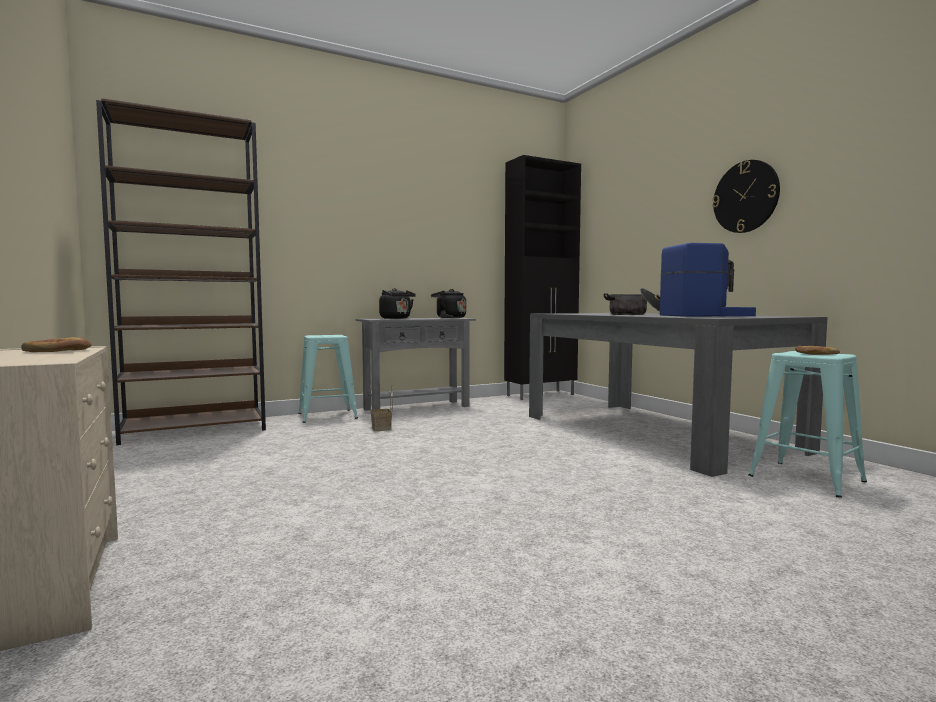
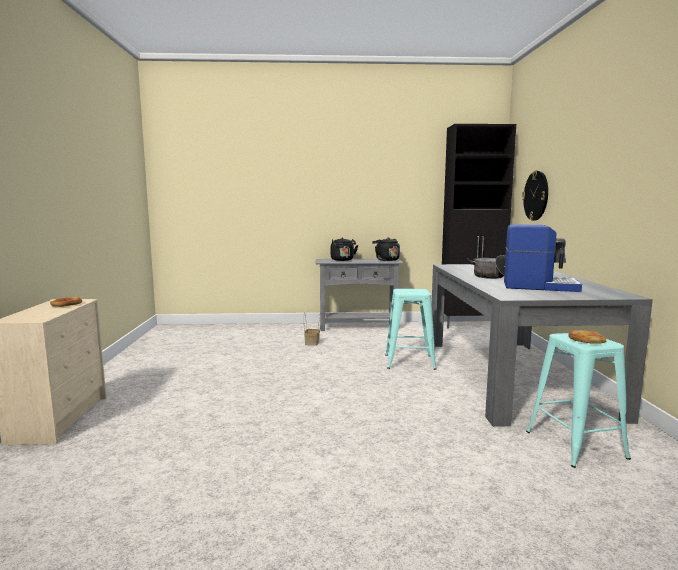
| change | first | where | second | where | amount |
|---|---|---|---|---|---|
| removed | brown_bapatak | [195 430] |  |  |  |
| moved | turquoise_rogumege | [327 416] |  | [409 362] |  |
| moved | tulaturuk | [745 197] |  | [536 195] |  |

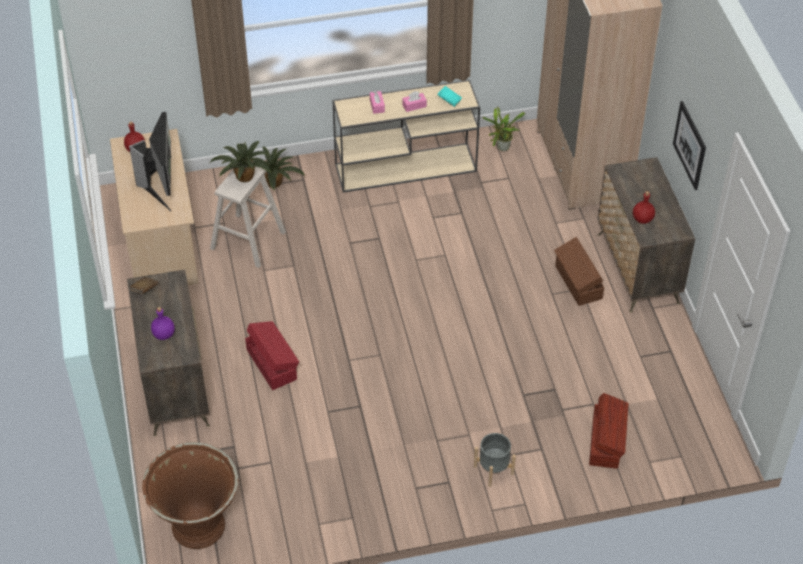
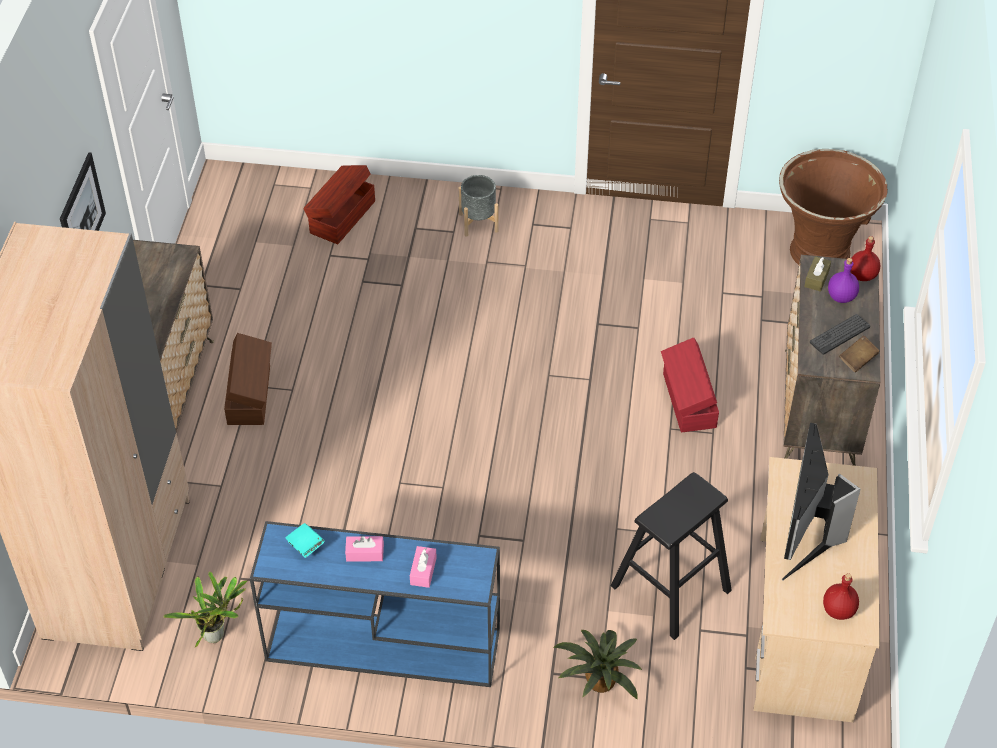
| change | first | where | second | where | amount |
|---|---|---|---|---|---|
| removed | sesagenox | [243 177] |  |  |  |
| added |  |  | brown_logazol | [816 278] |  |
| added |  |  | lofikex | [839 334] |  |
| moved | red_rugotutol | [643 219] |  | [862 275] |  |
| recoloured | beige_rogumege | [248 240] | black_rogumege | [671 588] |  |
| recoloured | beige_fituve | [407 167] | blue_fituve | [381 645] |  |

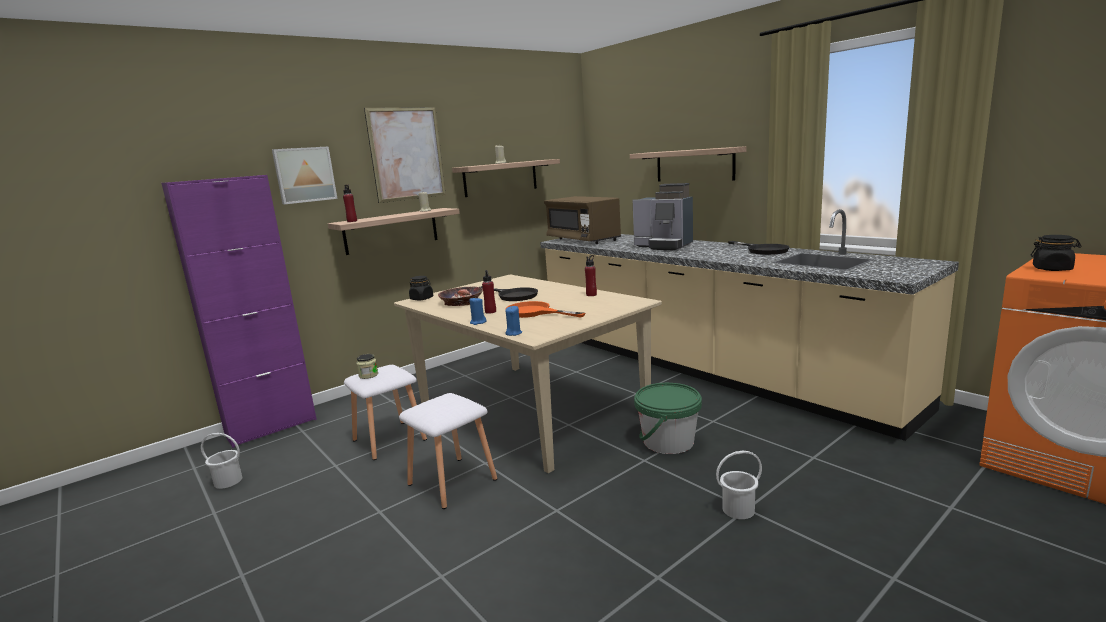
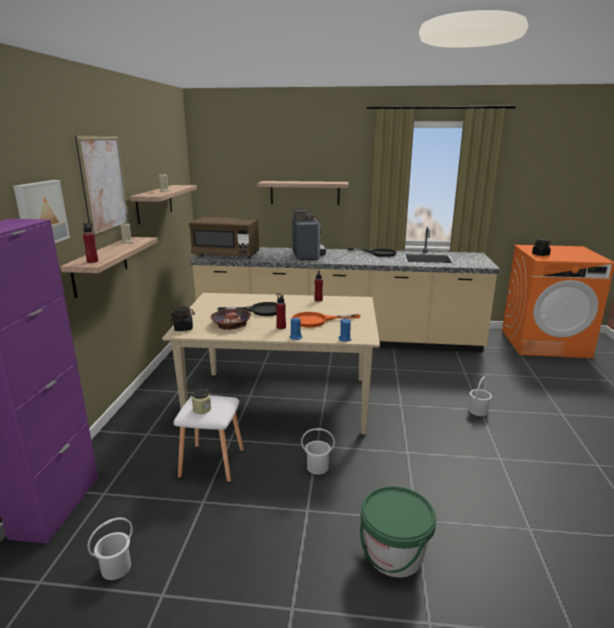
| change | first | where | second | where | amount |
|---|---|---|---|---|---|
| moved | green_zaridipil | [668 441] |  | [394 554] |  |
| replaced | white_rogumege | [451 481] | white_zaridipil | [317 467] |  |
| turned | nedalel | [664 246] |  | [308 255] | 90 degrees counterclockwise |

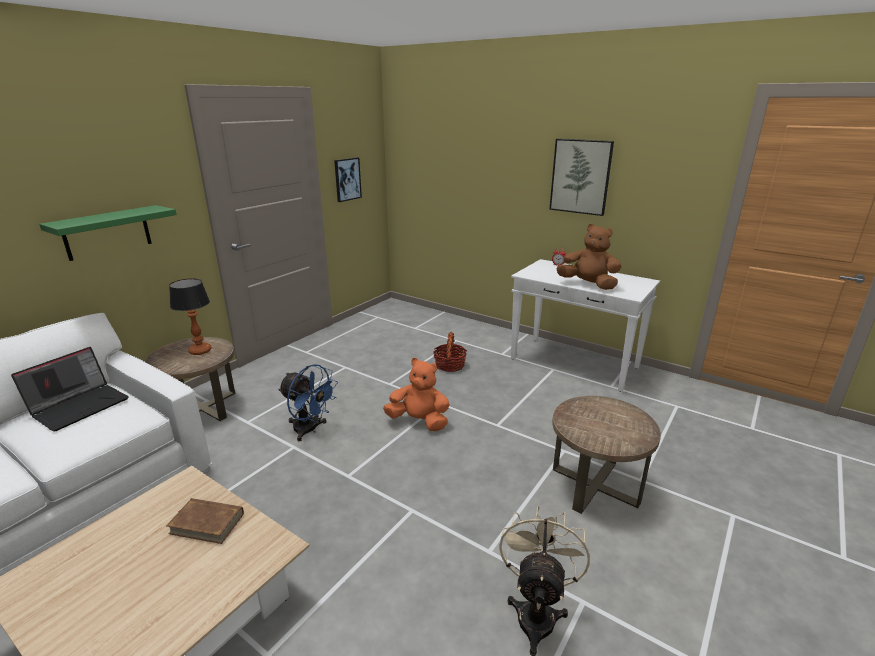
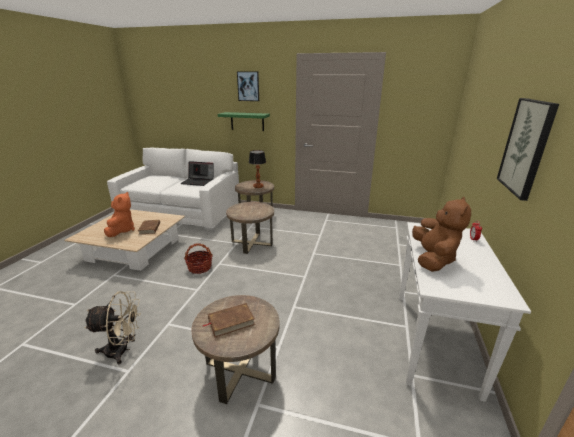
| change | first | where | second | where | amount |
|---|---|---|---|---|---|
| added |  |  | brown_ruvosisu | [231 321] |  |
| moved | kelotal | [347 179] |  | [248 86] |  |
| moved | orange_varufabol | [419 421] |  | [122 230] |  |
| moved | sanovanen | [450 365] |  | [199 267] |  |
| replaced | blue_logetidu | [310 430] | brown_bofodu | [252 243] |  |

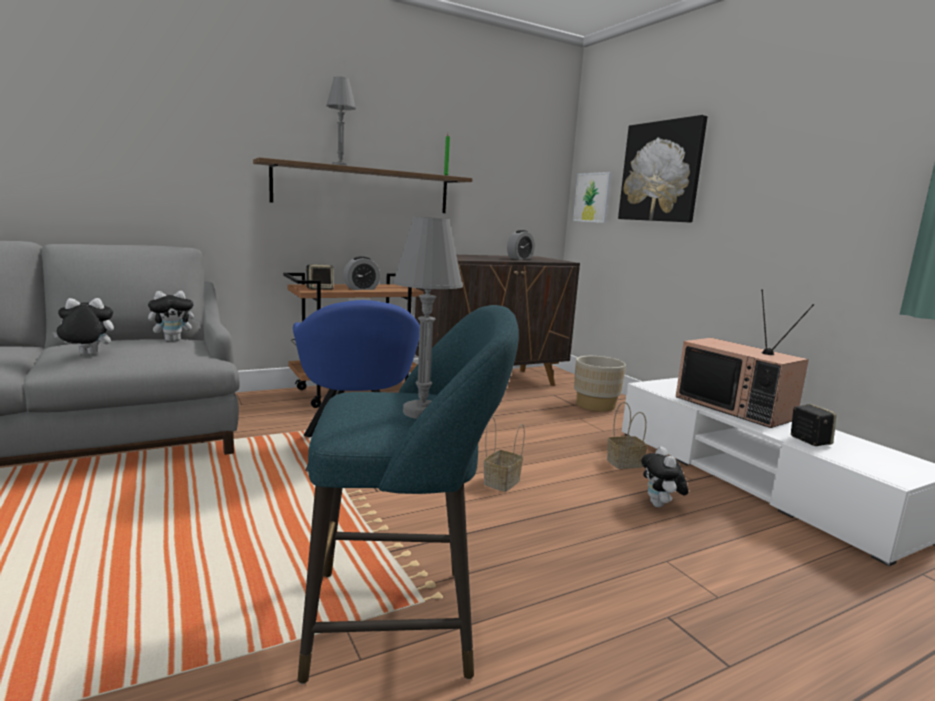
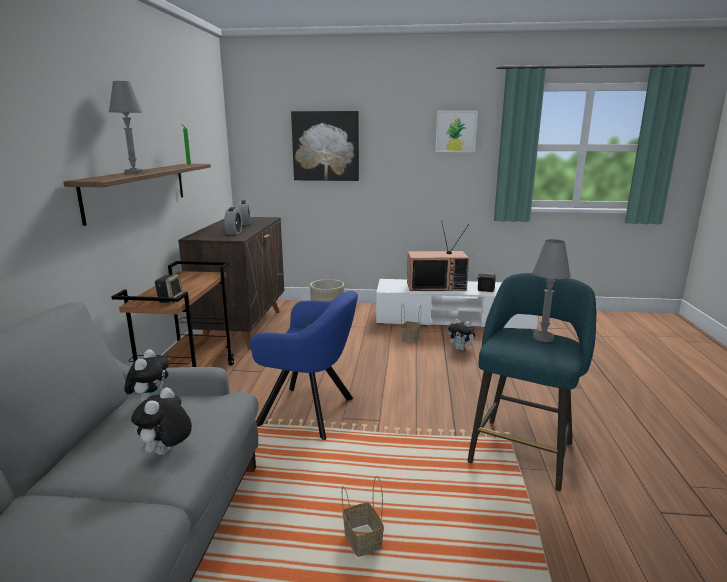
| change | first | where | second | where | amount |
|---|---|---|---|---|---|
| moved | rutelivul | [361 288] |  | [234 232] |  |
| moved | sanovanen | [501 481] |  | [361 539] |  |
| moved | kelotal | [592 197] |  | [455 131] |  |

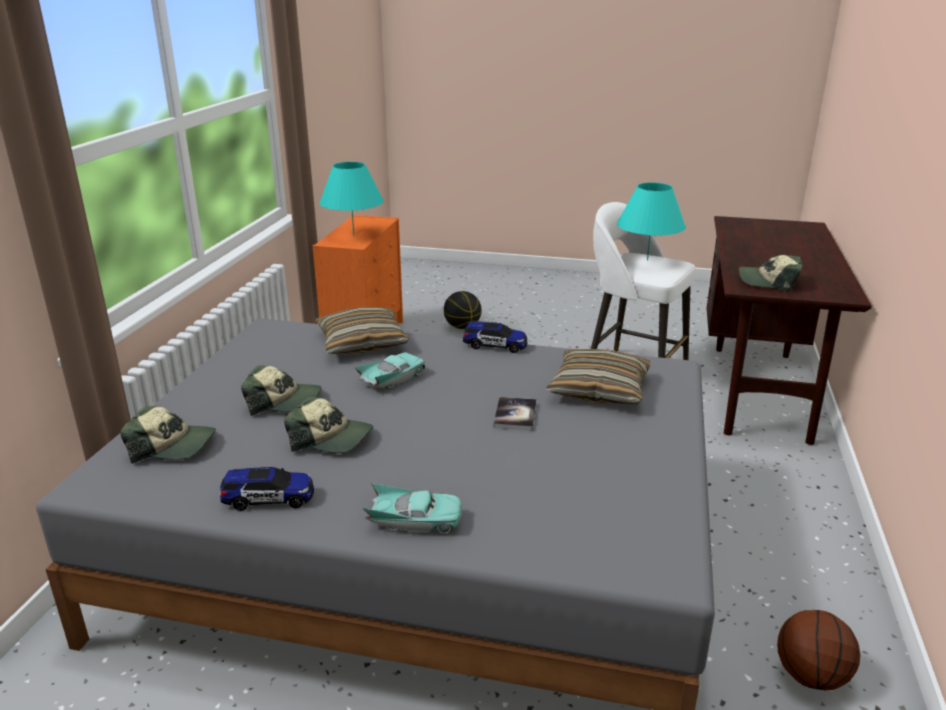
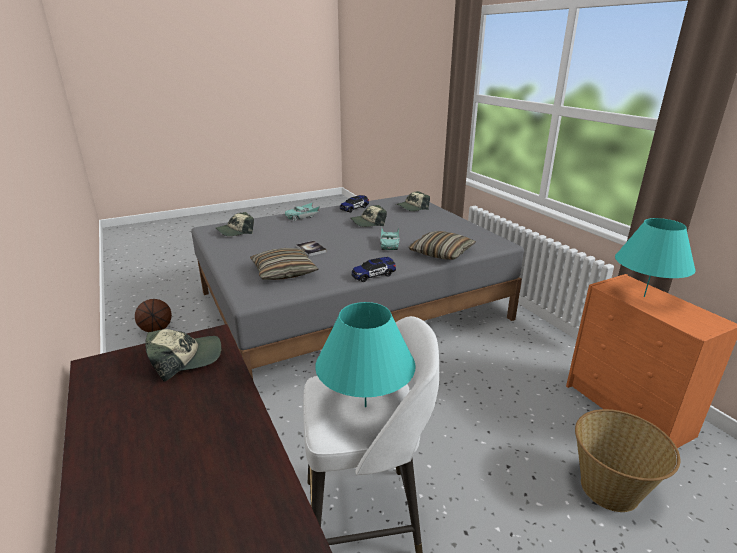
| change | first | where | second | where | amount |
|---|---|---|---|---|---|
| moved | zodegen | [283 401] |  | [236 231] |  |
| replaced | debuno | [462 327] | sanovanen | [610 488] |  |

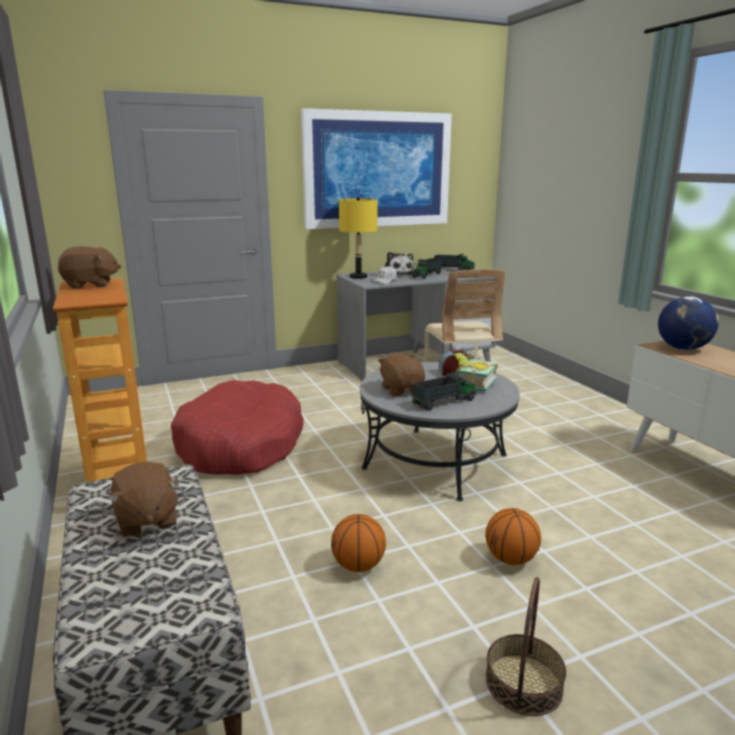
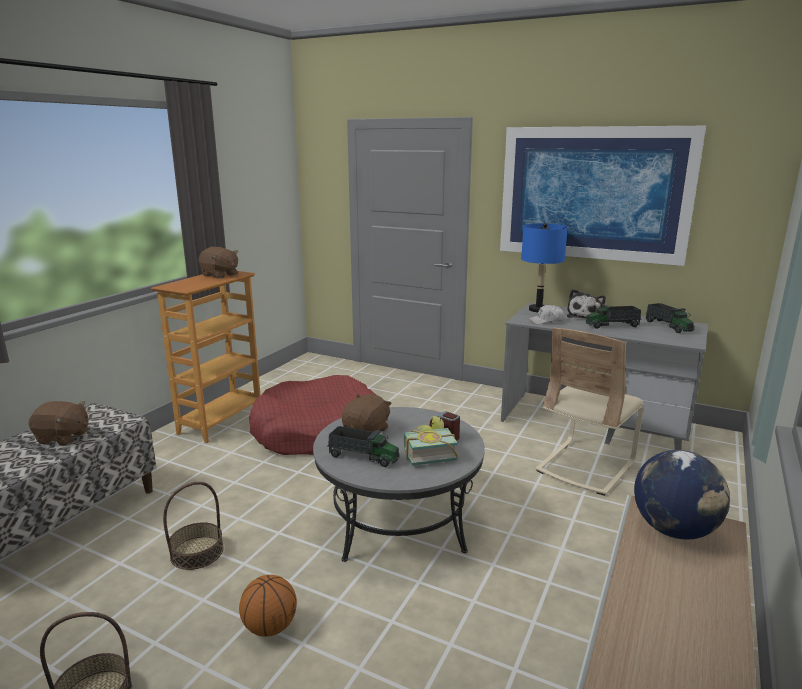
| change | first | where | second | where | amount |
|---|---|---|---|---|---|
| replaced | debuno | [358 565] | sanovanen | [197 552] |  |
| recoloured | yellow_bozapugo | [358 277] | blue_bozapugo | [538 310] |  |
| turned | brown_varufabol | [146 520] |  | [63 438] | 105 degrees counterclockwise |

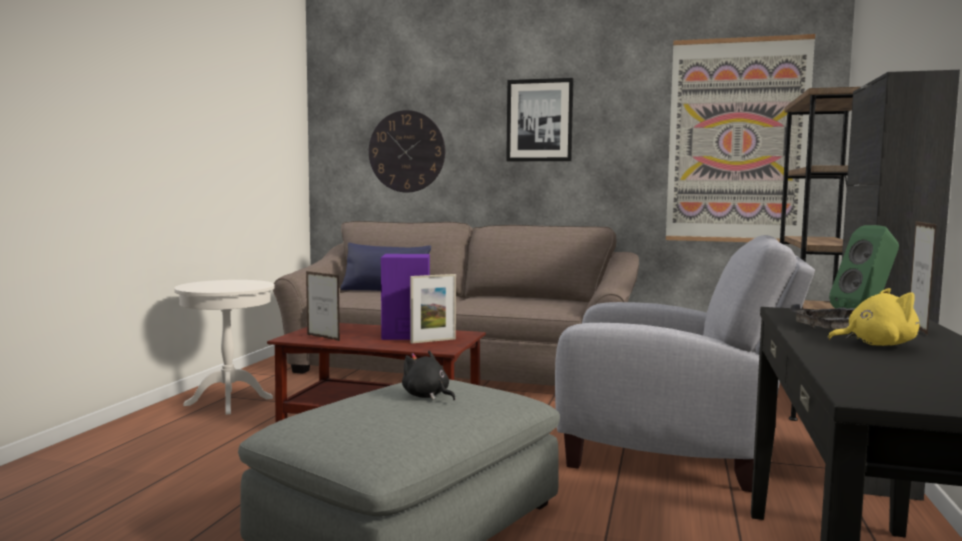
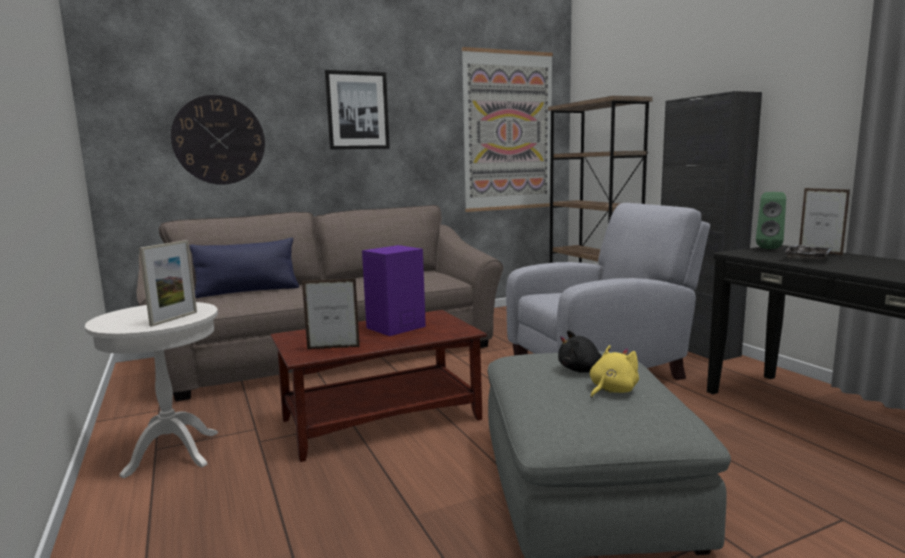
| change | first | where | second | where | amount |
|---|---|---|---|---|---|
| moved | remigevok | [433 341] |  | [174 319] |  |
| moved | yellow_varufabol | [876 344] |  | [611 390] |  |

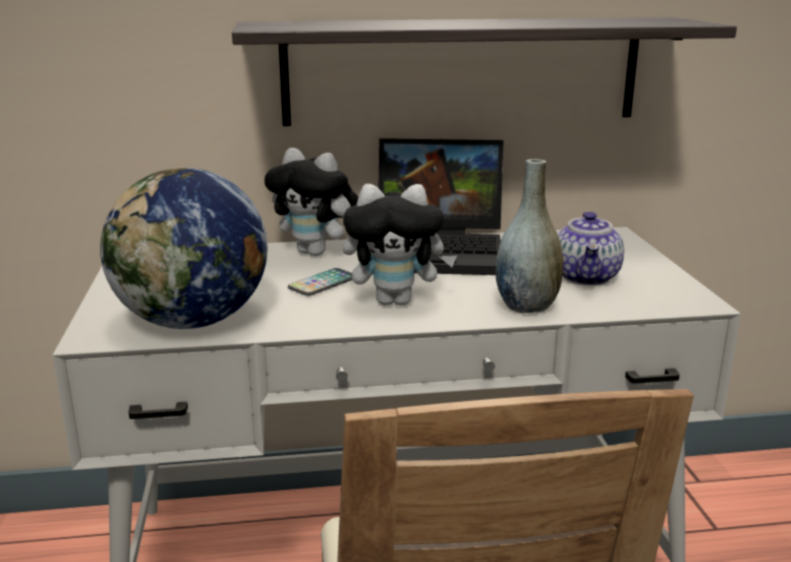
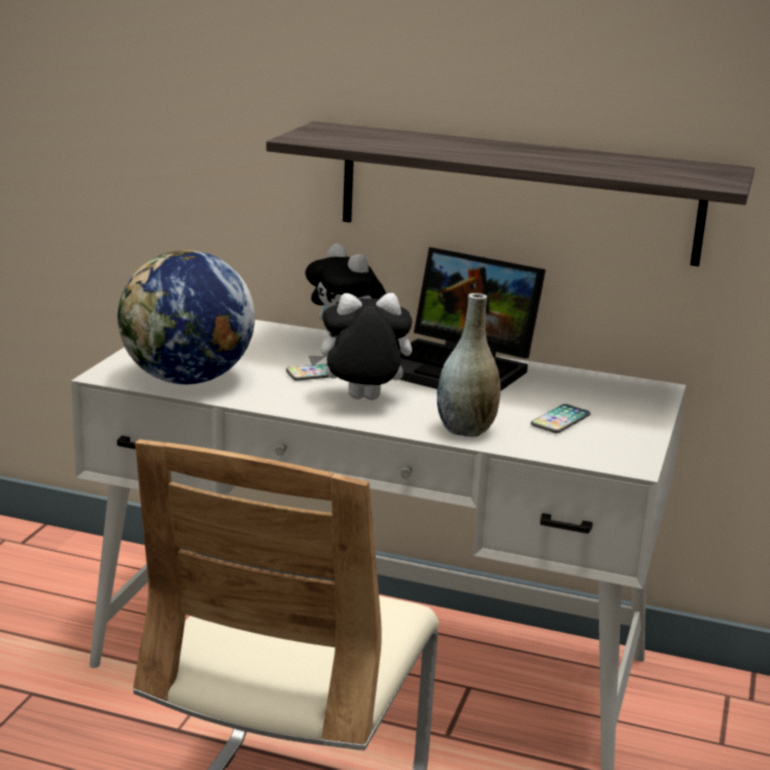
| change | first | where | second | where | amount |
|---|---|---|---|---|---|
| replaced | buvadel | [586 277] | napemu | [560 420] |  |
| turned | varufabol | [396 301] |  | [361 401] | 150 degrees clockwise |

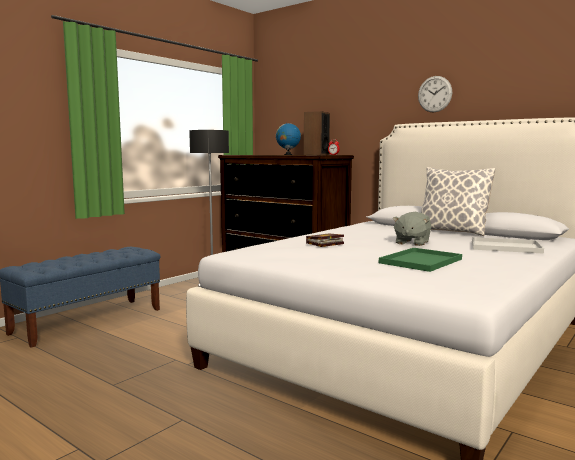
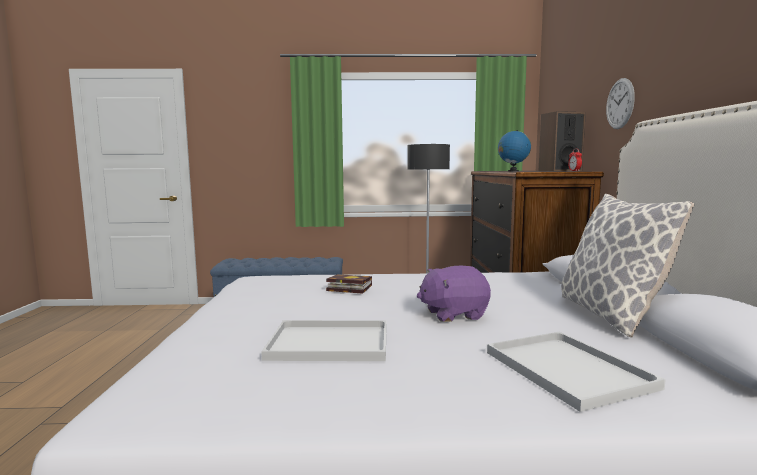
| change | first | where | second | where | amount |
|---|---|---|---|---|---|
| moved | tulaturuk | [434 94] |  | [620 104] |  |
| recoloured | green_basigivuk | [421 261] | white_basigivuk | [327 343] |  |
| recoloured | grey_varufabol | [411 243] | purple_varufabol | [453 314] |  |

